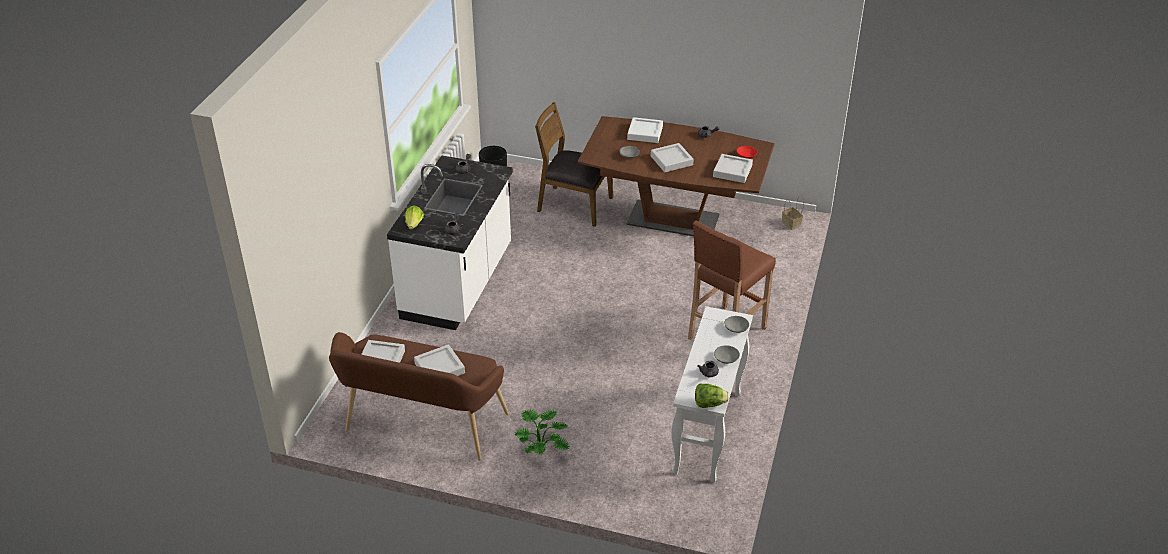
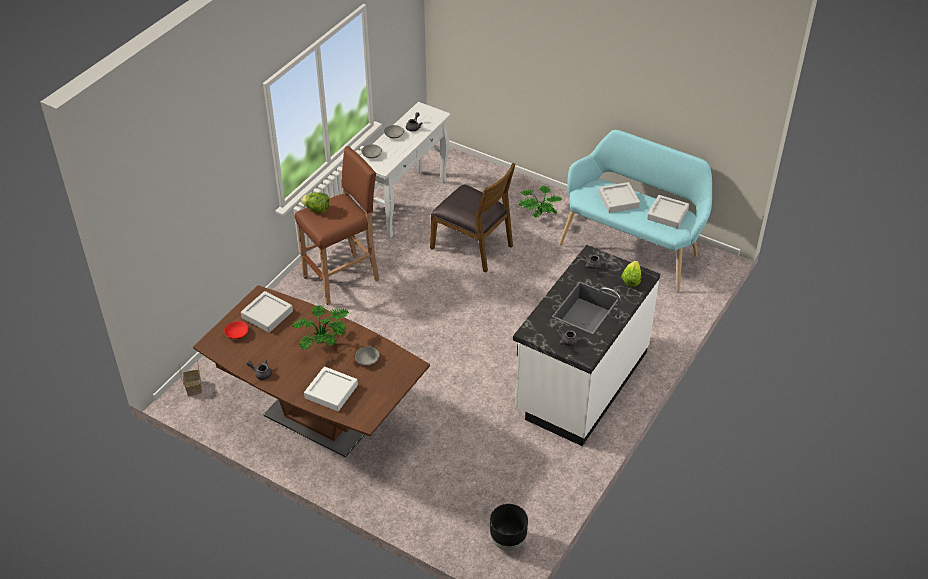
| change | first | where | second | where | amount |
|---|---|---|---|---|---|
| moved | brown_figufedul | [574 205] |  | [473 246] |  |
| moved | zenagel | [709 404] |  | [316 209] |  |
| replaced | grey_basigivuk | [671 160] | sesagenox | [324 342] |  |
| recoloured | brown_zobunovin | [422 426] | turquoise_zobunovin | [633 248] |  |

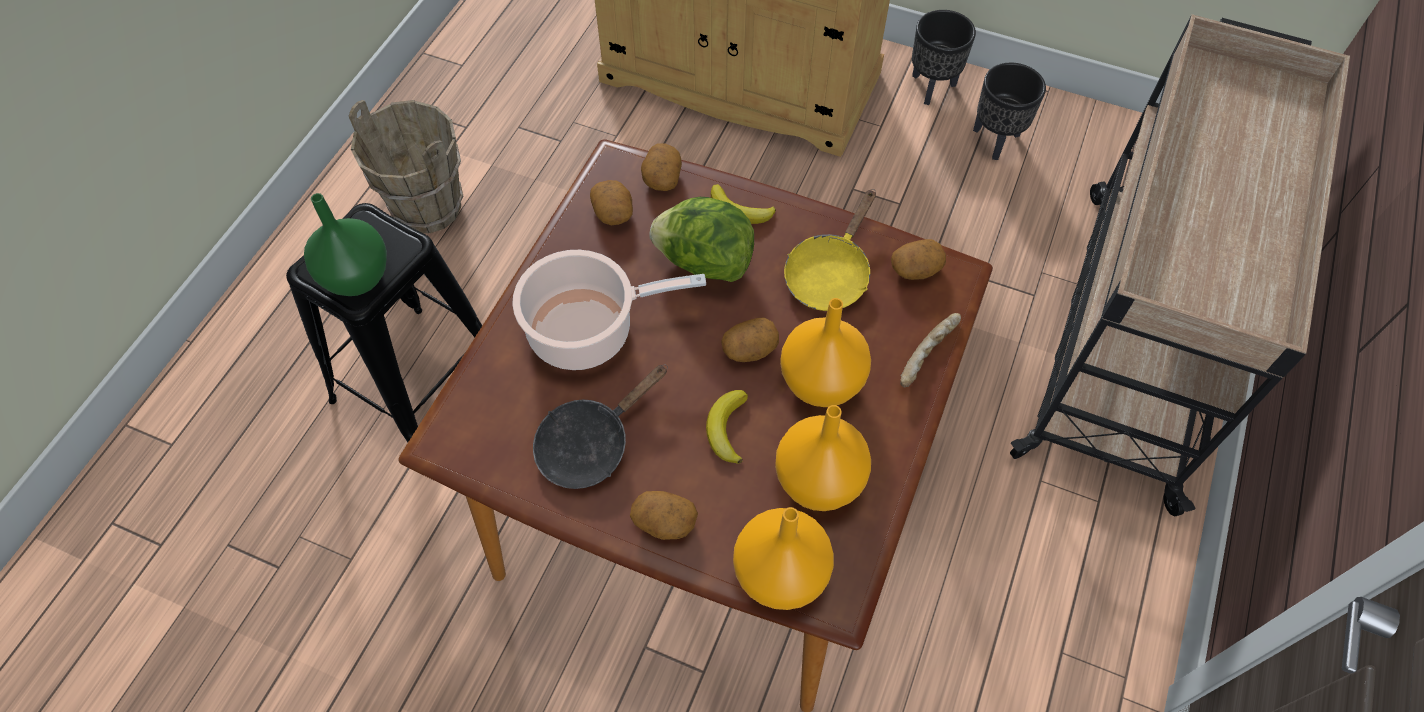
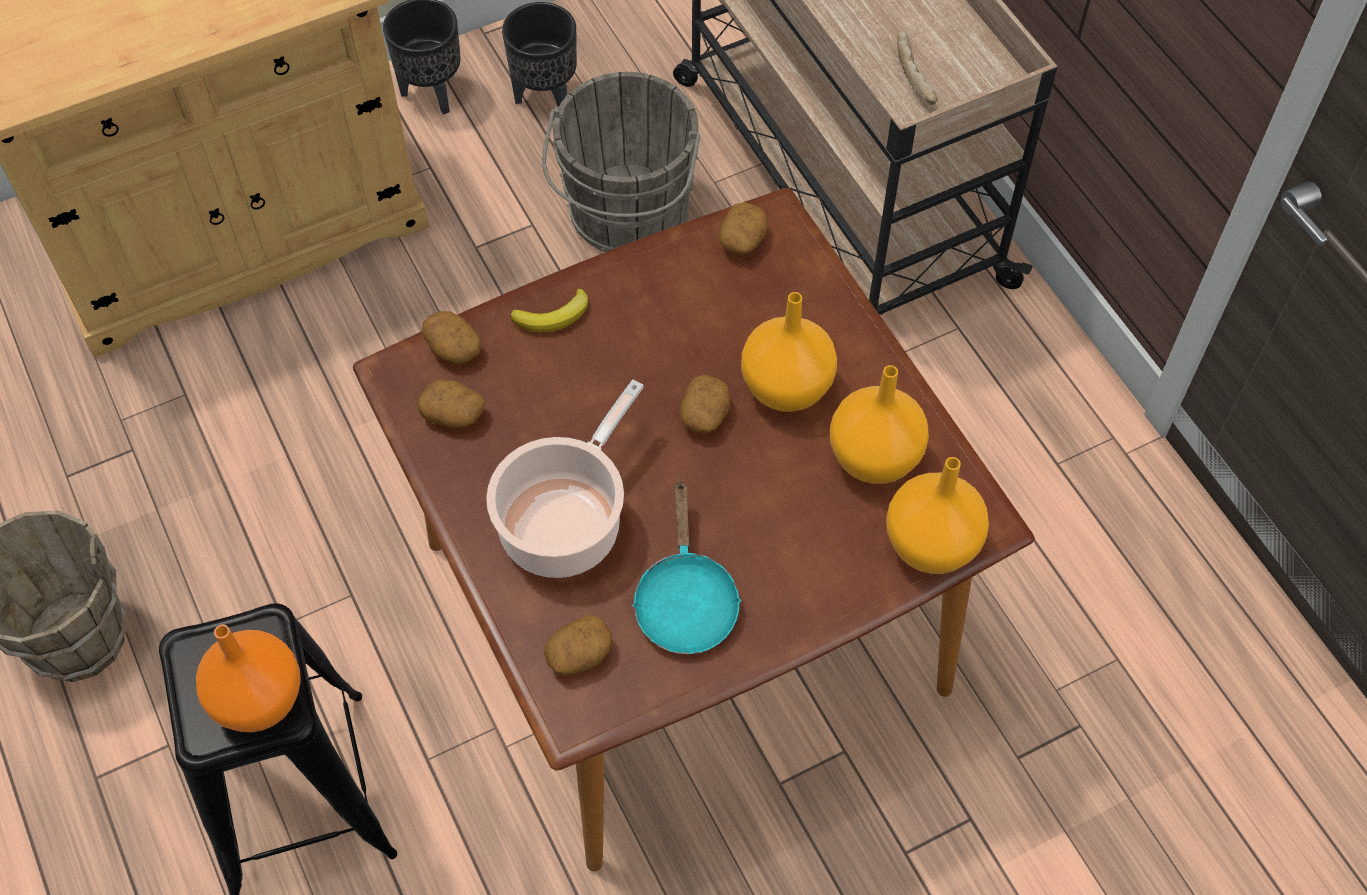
| change | first | where | second | where | amount |
|---|---|---|---|---|---|
| removed | zenagel | [704 262] |  |  |  |
| removed | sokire | [727 428] |  |  |  |
| removed | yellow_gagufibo | [830 274] |  |  |  |
| added |  |  | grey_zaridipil | [627 218] |  |
| moved | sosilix | [664 522] |  | [579 655] |  |
| moved | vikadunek | [929 355] |  | [915 75] |  |
| recoloured | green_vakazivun | [358 278] | orange_vakazivun | [261 699] |  |
| recoloured | black_gagufibo | [590 444] | turquoise_gagufibo | [685 599] |  |

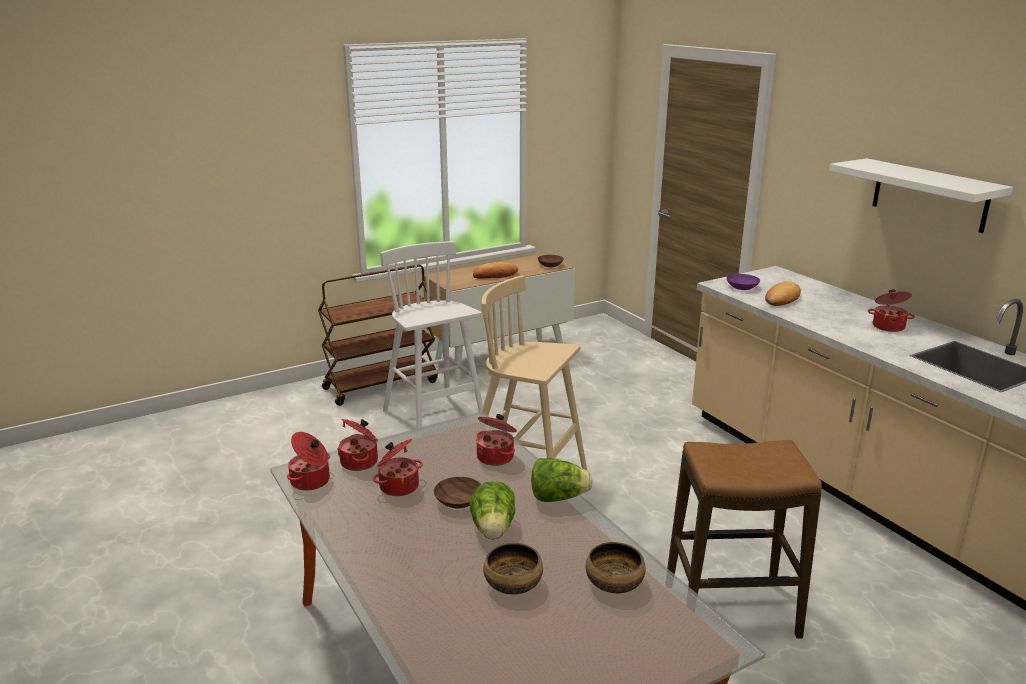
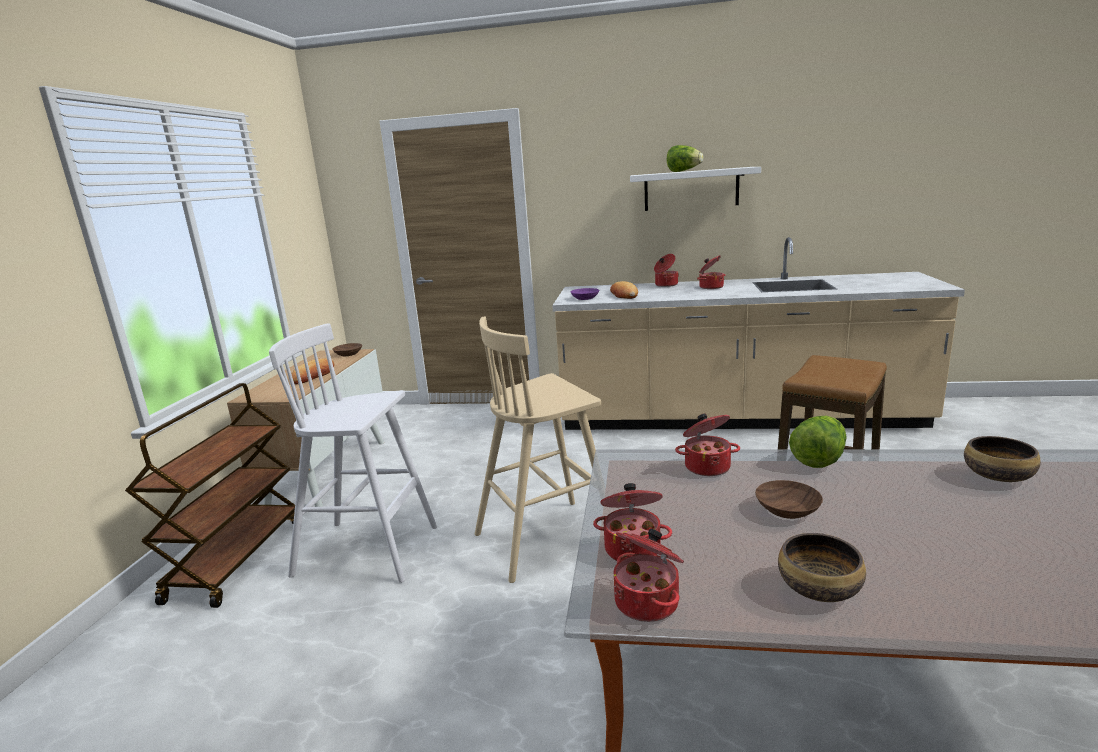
| change | first | where | second | where | amount |
|---|---|---|---|---|---|
| moved | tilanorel | [398 486] |  | [665 285] |  |
| moved | zenagel | [493 530] |  | [684 171] |  |
| moved | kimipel | [513 584] |  | [820 587] |  |

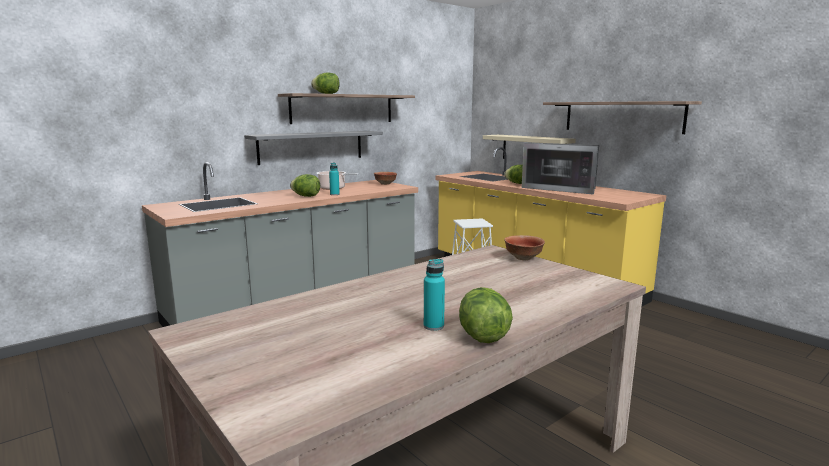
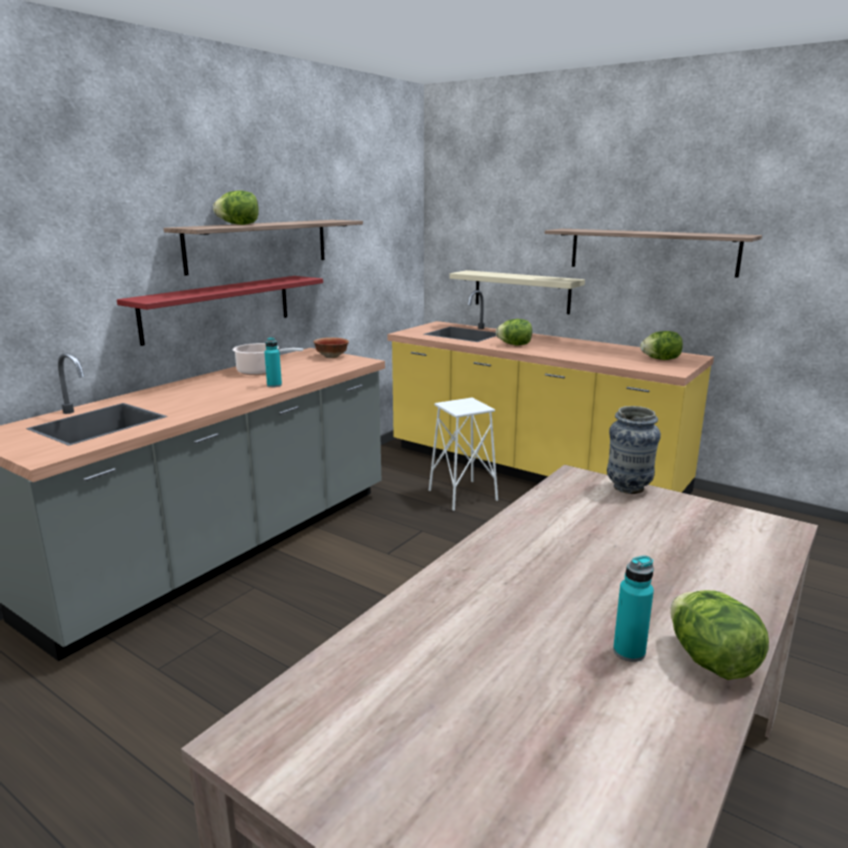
| change | first | where | second | where | amount |
|---|---|---|---|---|---|
| removed | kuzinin | [562 188] |  |  |  |
| moved | zenagel | [306 196] |  | [661 359] |  |
| replaced | kimipel | [524 258] | vakazivun | [628 488] |  |
| recoloured | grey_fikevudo | [311 147] | red_fikevudo | [218 308] |  |

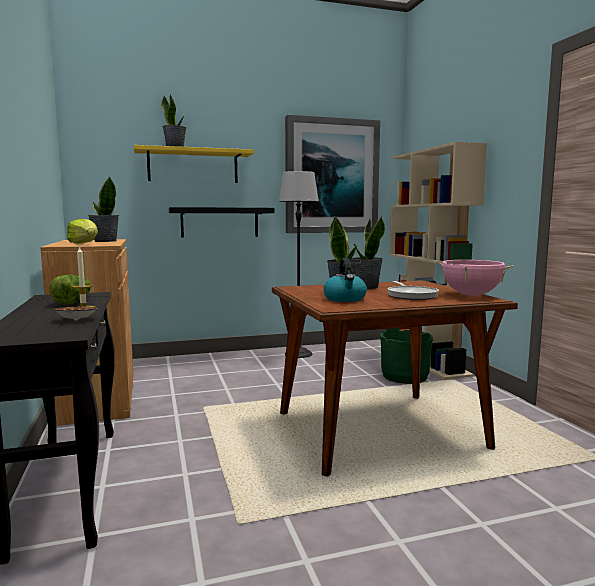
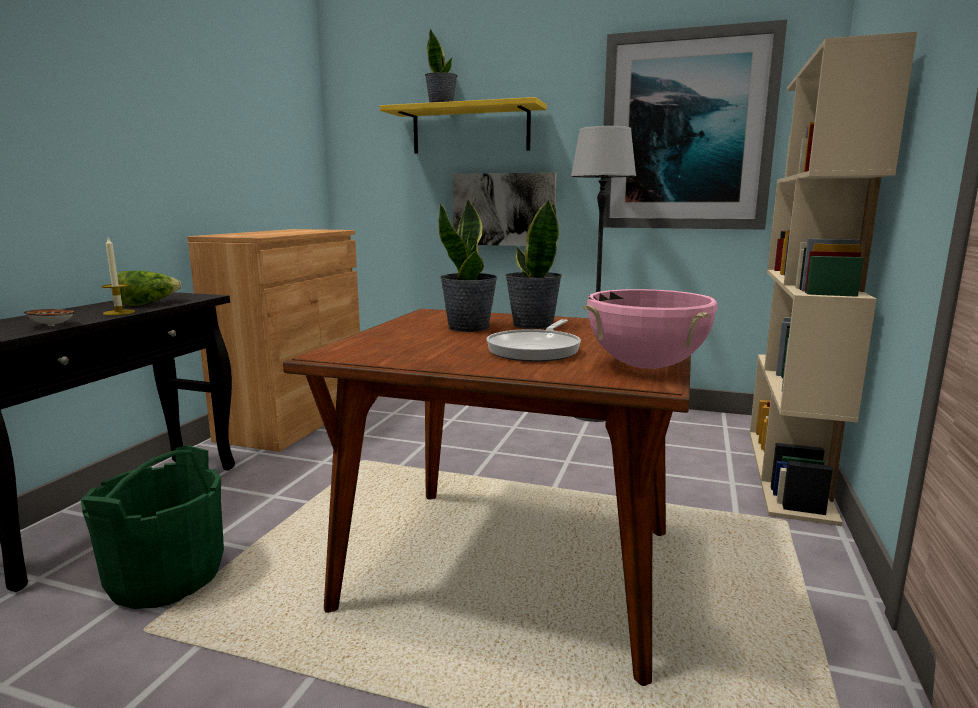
| change | first | where | second | where | amount |
|---|---|---|---|---|---|
| removed | zenagel | [84 243] |  |  |  |
| removed | sesagenox | [105 241] |  |  |  |
| removed | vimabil | [345 299] |  |  |  |
| moved | green_zaridipil | [404 376] |  | [165 577] |  |
| replaced | black_fikevudo | [219 222] | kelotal | [504 209] |  |

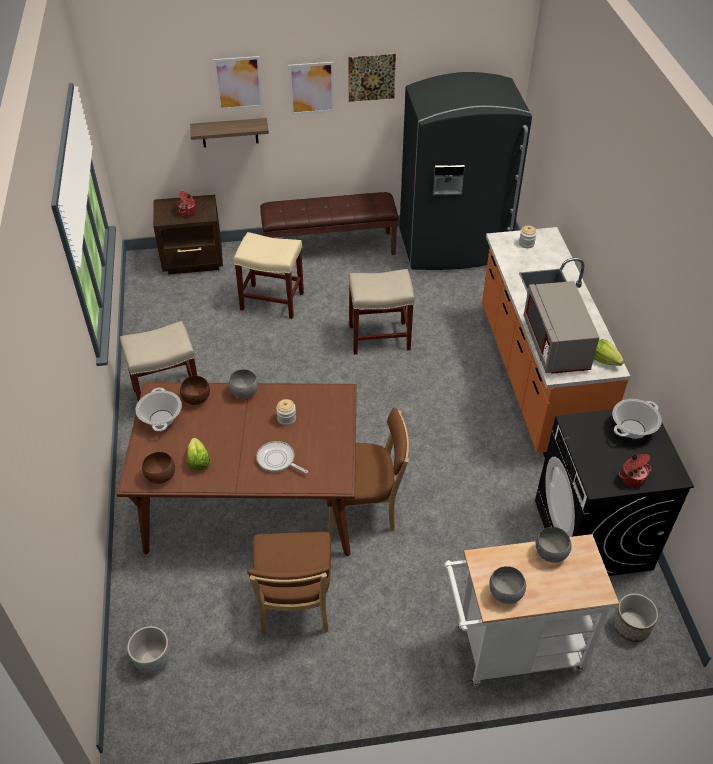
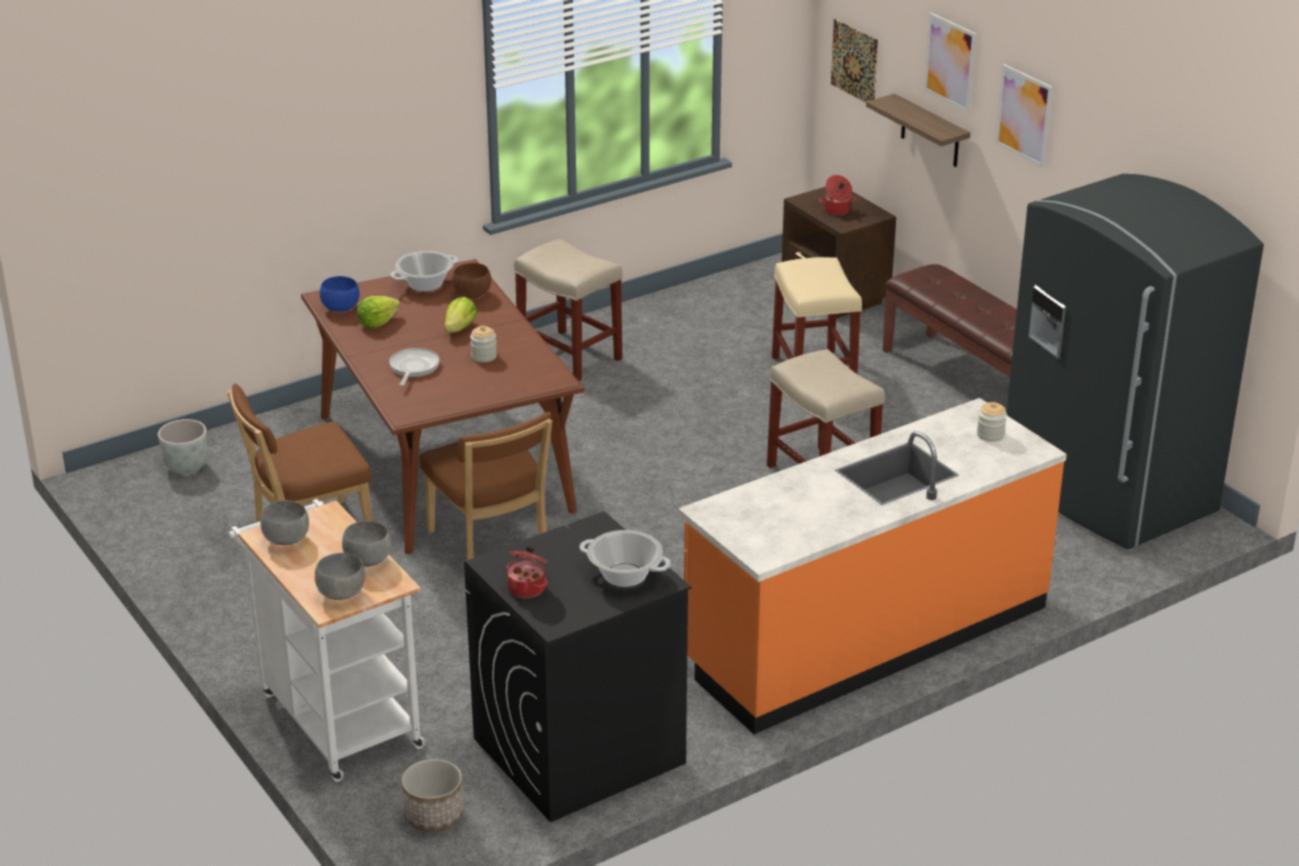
| change | first | where | second | where | amount |
|---|---|---|---|---|---|
| removed | grey_kuzinin | [555 345] |  |  |  |
| moved | grey_kimipel | [244 392] |  | [341 593] |  |
| moved | kelotal | [371 77] |  | [854 62] |  |
| moved | zenagel | [604 360] |  | [459 328] |  |
| recoloured | brown_kimipel | [160 476] | blue_kimipel | [340 308] |  |

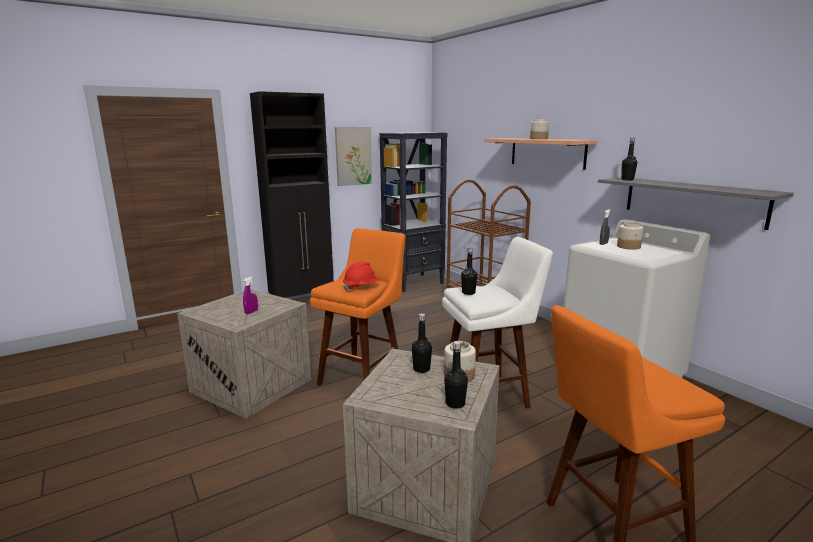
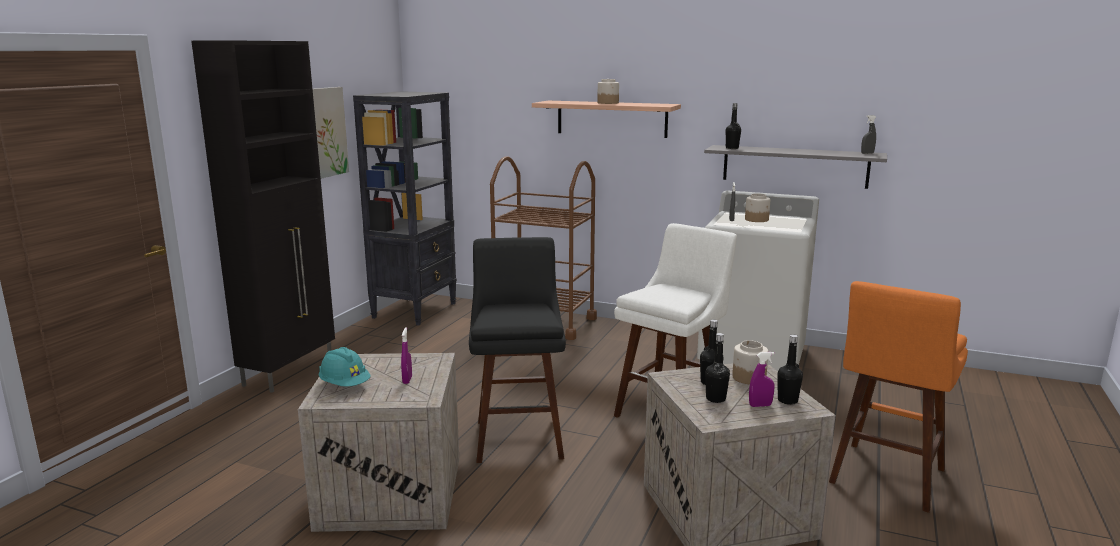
| change | first | where | second | where | amount |
|---|---|---|---|---|---|
| removed | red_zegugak | [361 287] |  |  |  |
| added |  |  | turquoise_zegugak | [345 385] |  |
| added |  |  | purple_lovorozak | [760 405] |  |
| added |  |  | grey_lovorozak | [867 153] |  |
| moved | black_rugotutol | [468 293] |  | [715 399] |  |
| recoloured | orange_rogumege | [364 376] | black_rogumege | [519 435] |  |

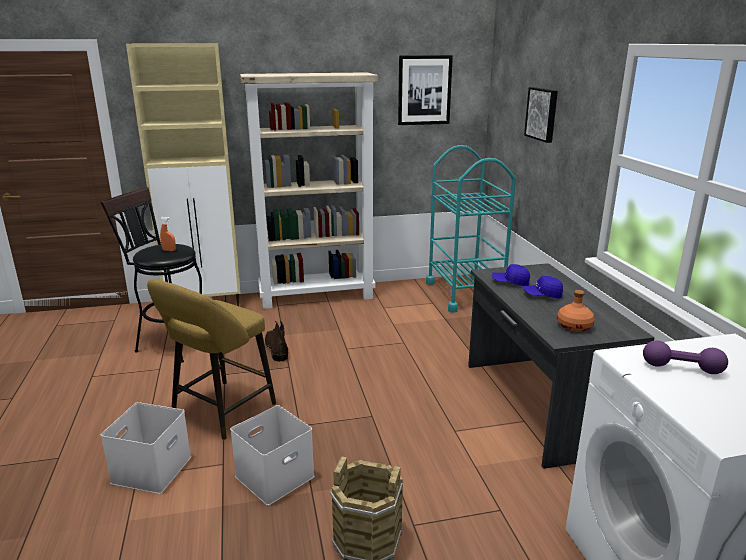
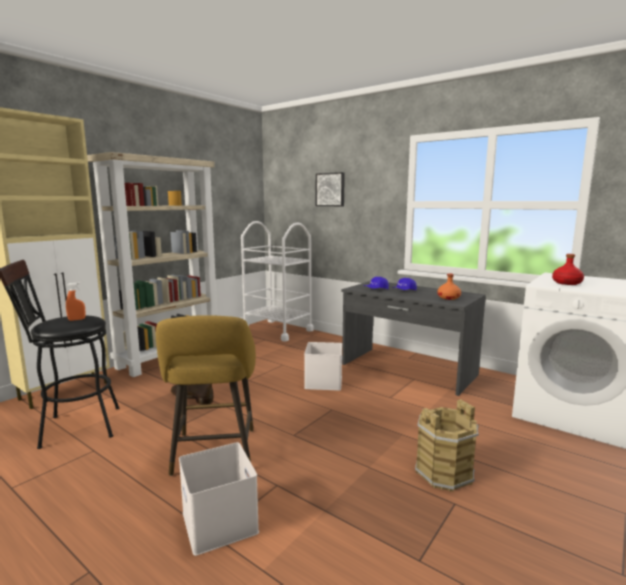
| change | first | where | second | where | amount |
|---|---|---|---|---|---|
| removed | kelotal | [424 90] |  |  |  |
| moved | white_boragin | [275 475] |  | [322 381] |  |
| replaced | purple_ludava | [682 368] | red_rugotutol | [566 283] |  |
| recoloured | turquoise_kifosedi | [464 294] | white_kifosedi | [277 330] |  |

